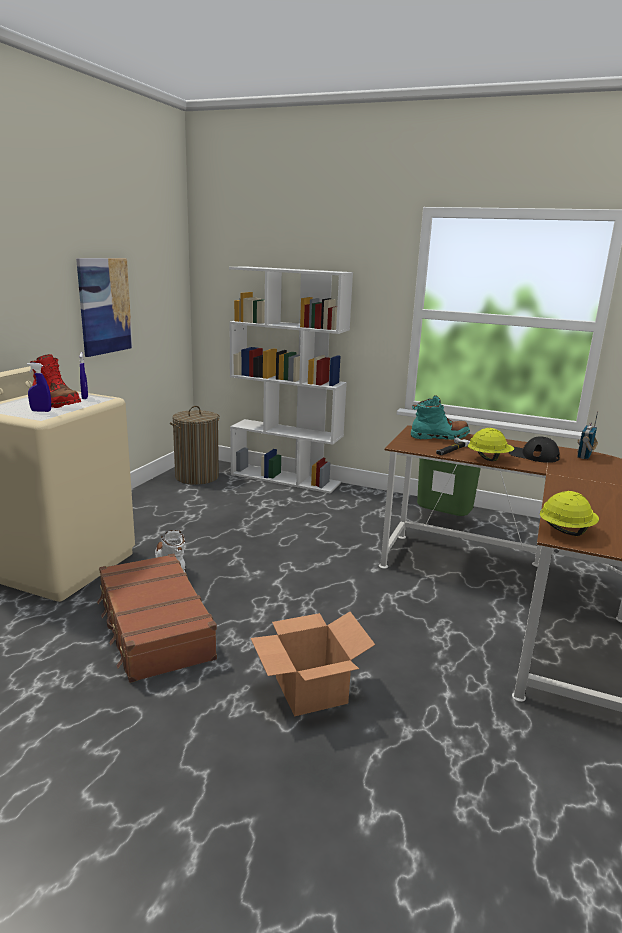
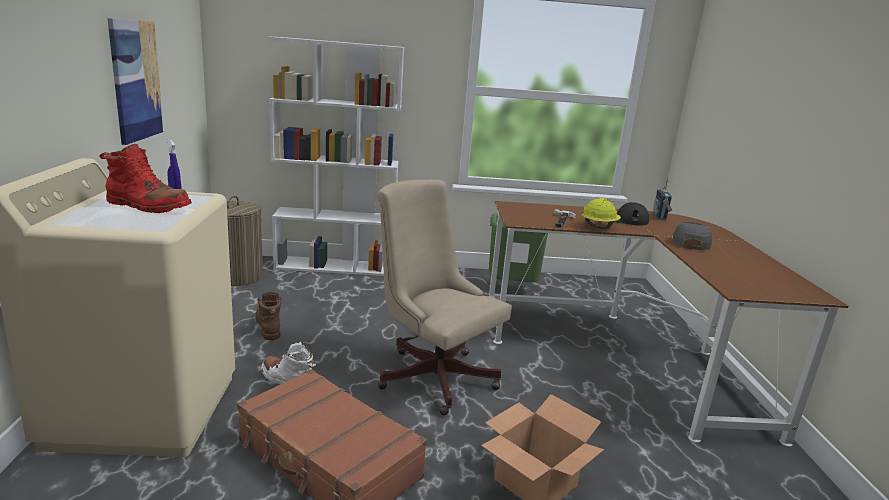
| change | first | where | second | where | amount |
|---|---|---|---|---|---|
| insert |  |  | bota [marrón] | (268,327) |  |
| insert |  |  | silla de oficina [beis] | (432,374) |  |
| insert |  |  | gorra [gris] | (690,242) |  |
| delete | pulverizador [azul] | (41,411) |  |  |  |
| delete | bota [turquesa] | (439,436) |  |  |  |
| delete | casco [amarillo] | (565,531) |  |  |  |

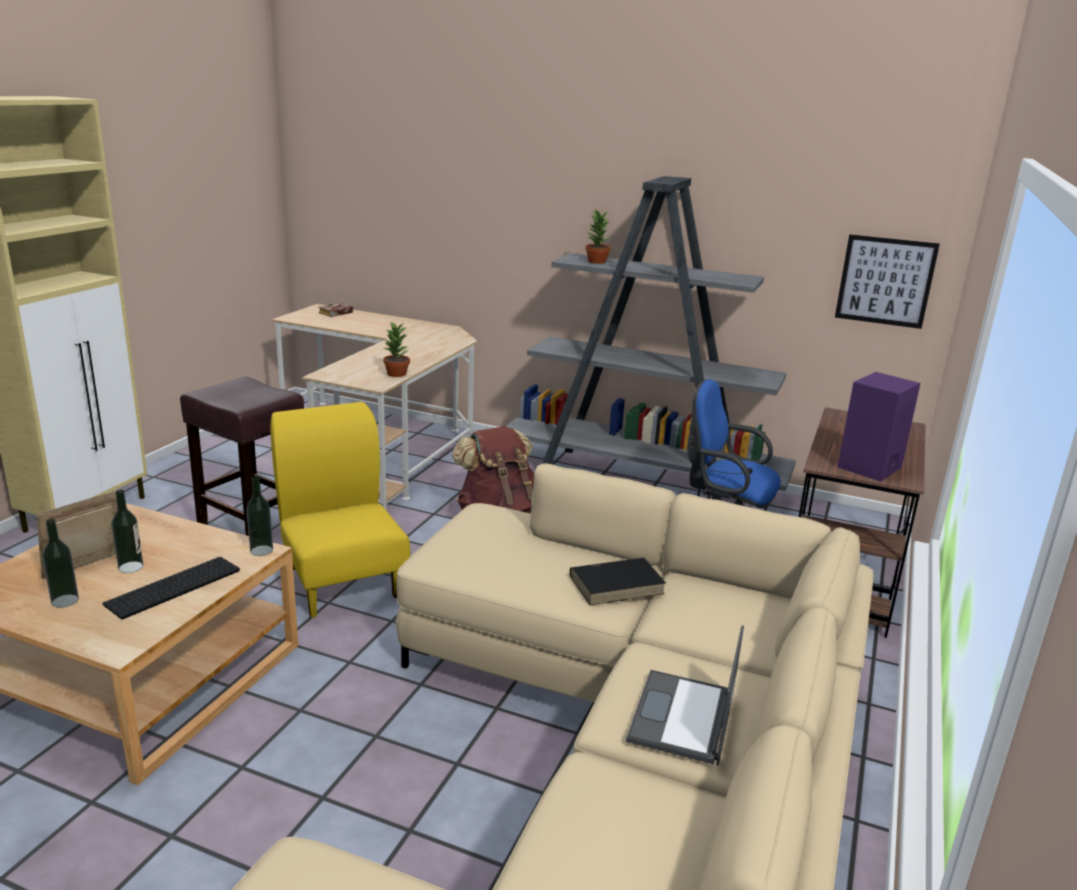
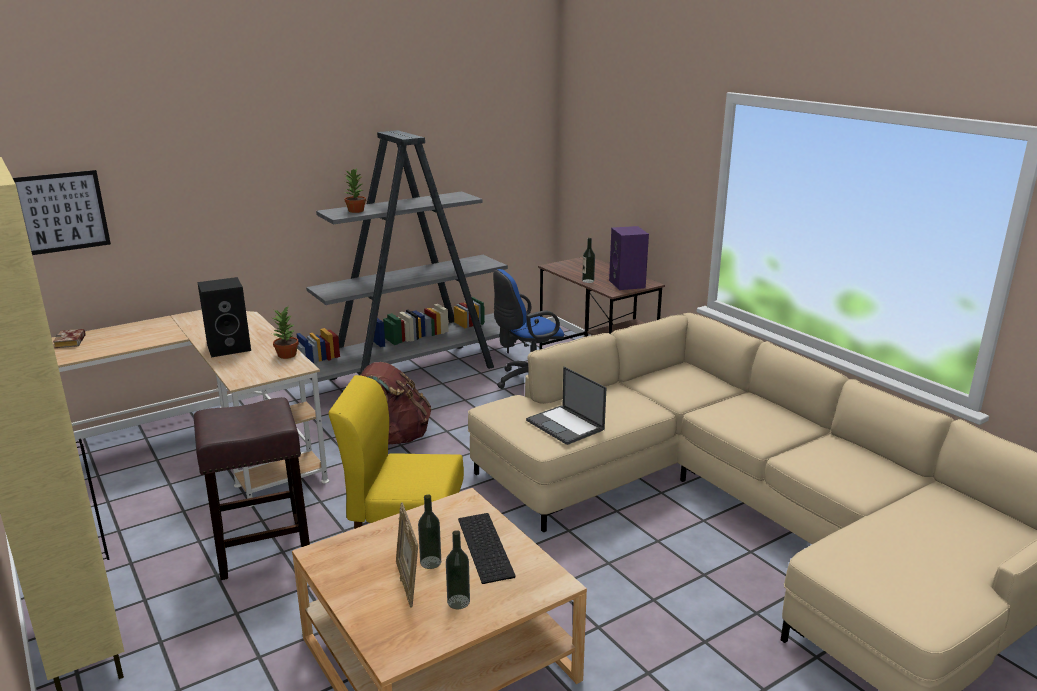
| change | first | where | second | where | amount |
|---|---|---|---|---|---|
| move | cuadro | (885,281) |  | (61,212) |  |
| insert |  |  | altavoz [negro] | (230,347) |  |
| move | portátil | (682,718) |  | (566,425) |  |
| move | botella | (261,550) |  | (588,281) |  |
| delete | libro [negro] | (617,585) |  |  |  |

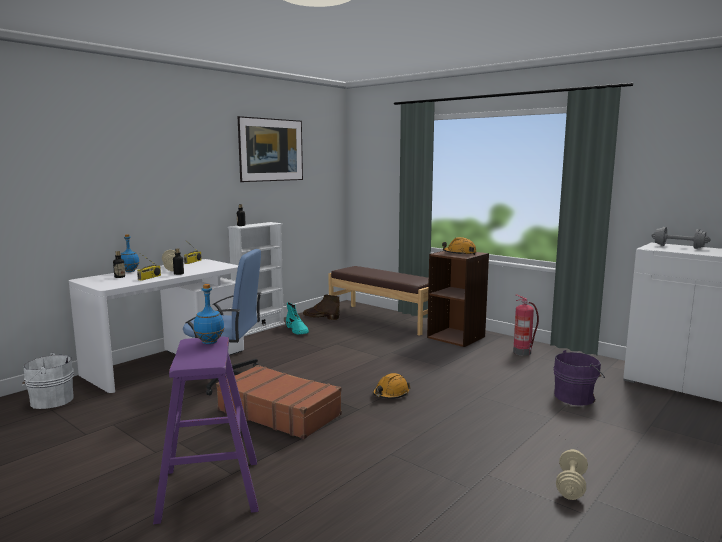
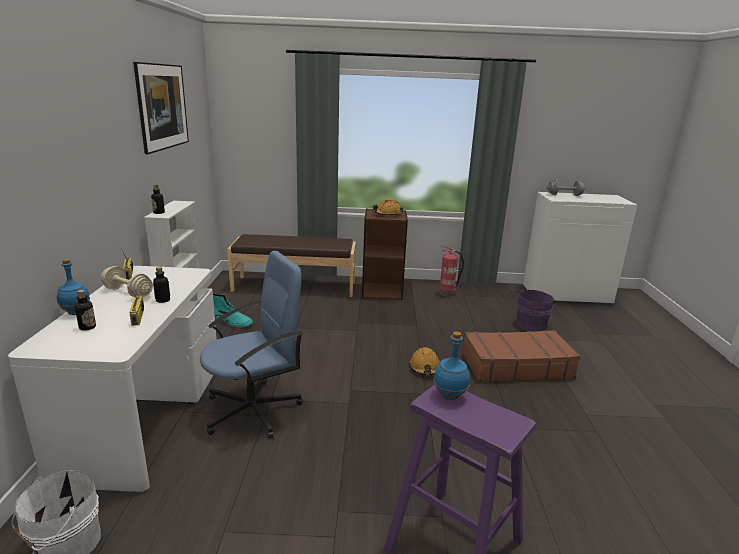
| change | first | where | second | where | amount |
|---|---|---|---|---|---|
| move | maleta [marrón] | (279,412) |  | (516,365) |  |
| delete | bota [marrón] | (320,317) |  |  |  |
| delete | mancuerna [beis] | (571,485) |  |  |  |

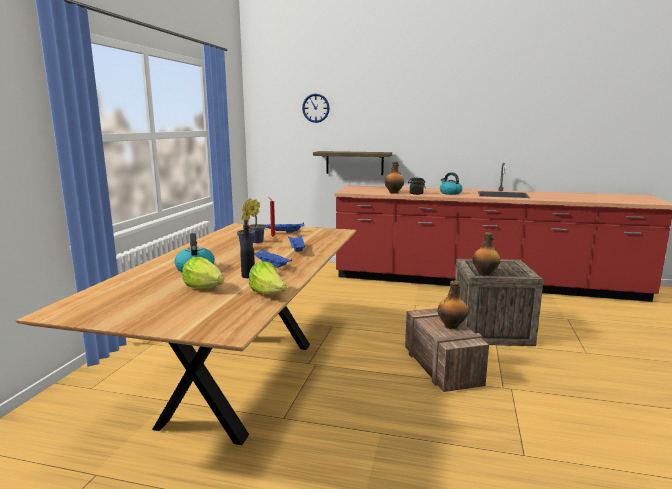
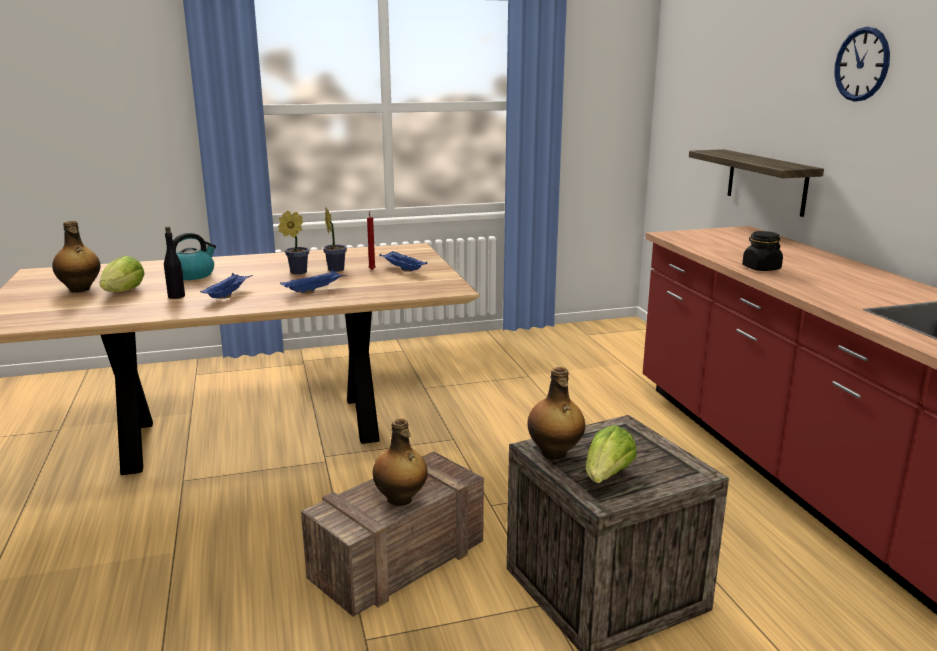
| change | first | where | second | where | amount |
|---|---|---|---|---|---|
| move | botella | (394,192) |  | (80,289) |  |
| move | lechuga | (268,294) |  | (607,477) |  |
| move | reloj de pared | (315,108) |  | (862,64) |  |
| delete | hervidor | (450,193) |  |  |  |

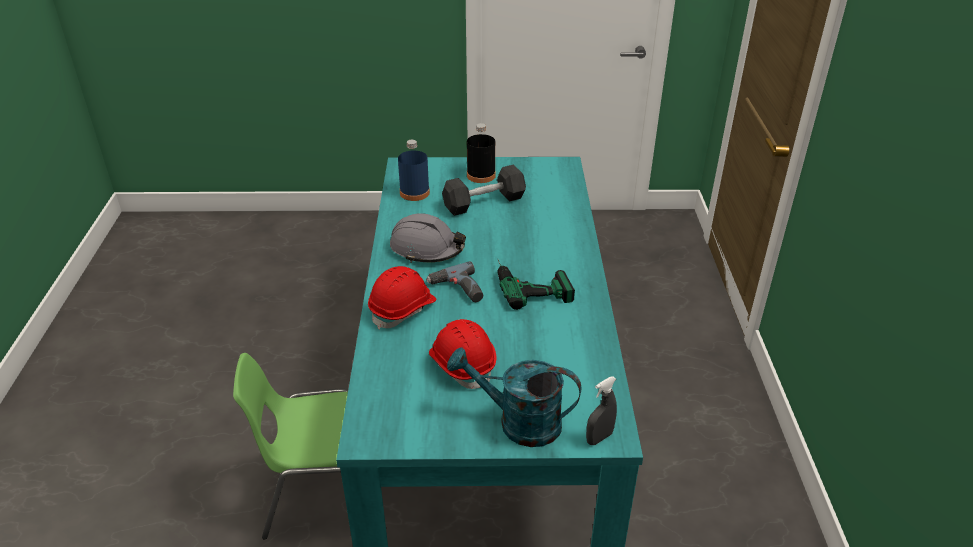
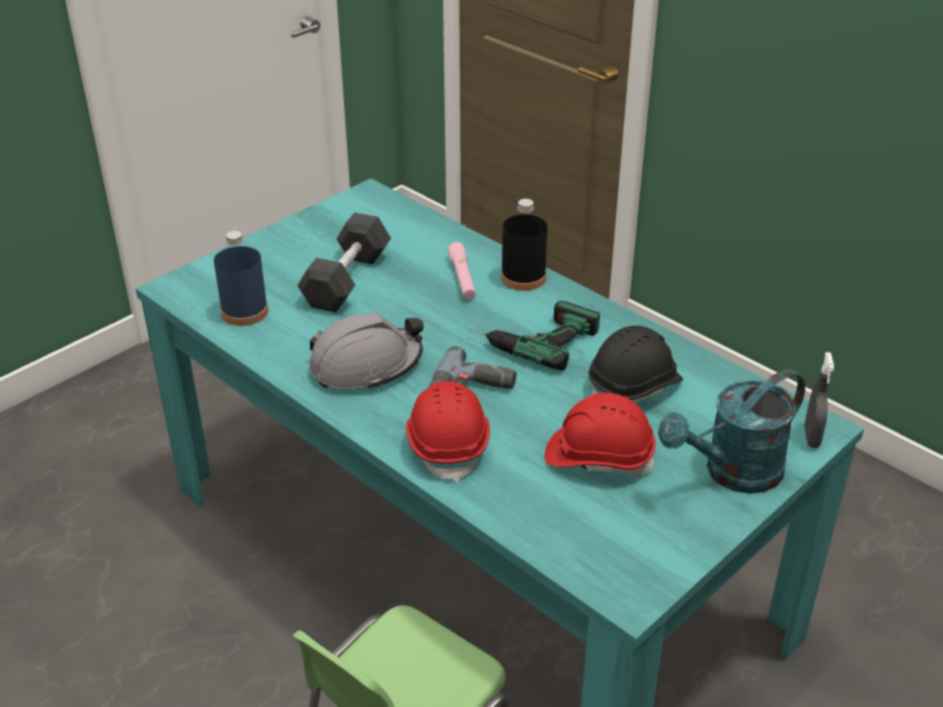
| change | first | where | second | where | amount |
|---|---|---|---|---|---|
| insert |  |  | linterna [rosa] | (462,278) |  |
| move | botella [negro] | (481,175) |  | (523,278) |  |
| insert |  |  | casco [negro] | (635,387) |  |

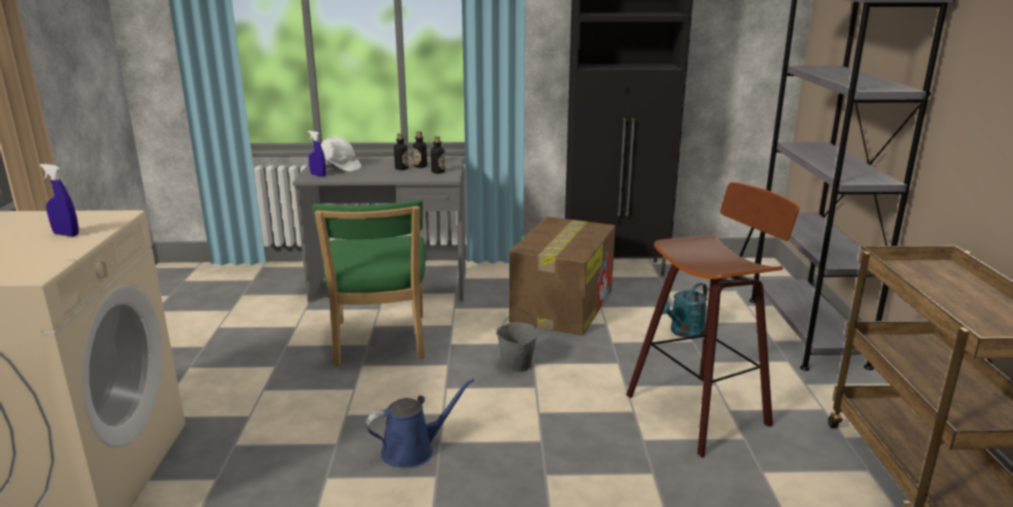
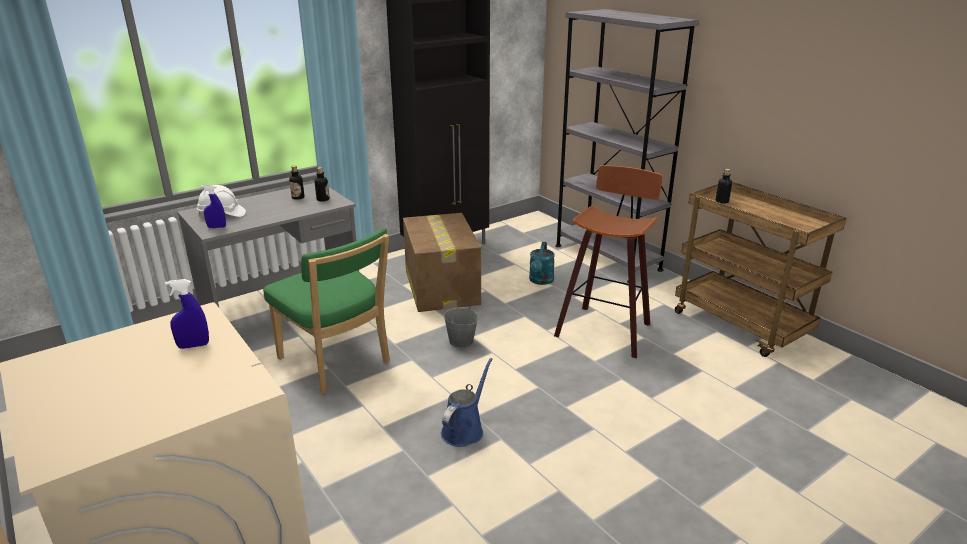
| change | first | where | second | where | amount |
|---|---|---|---|---|---|
| move | botella | (401,168) |  | (722,201) |  |

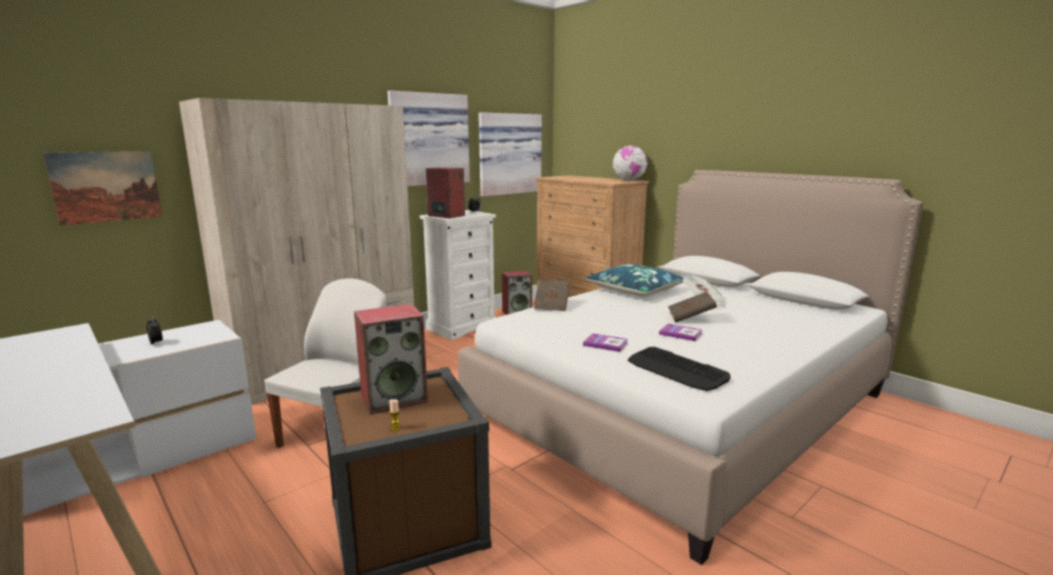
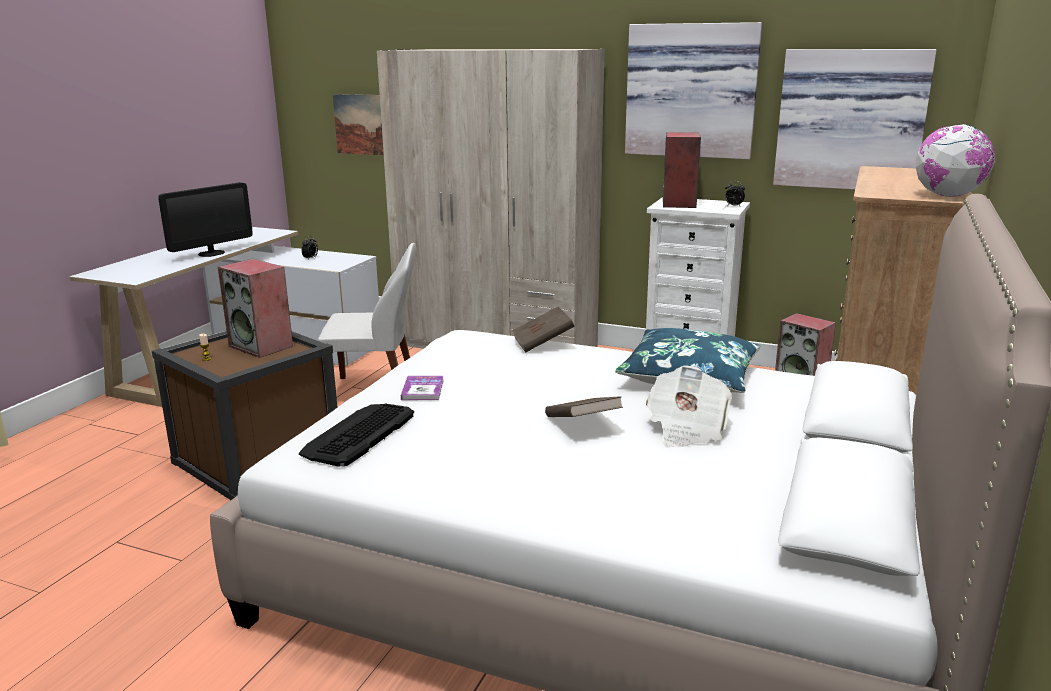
| change | first | where | second | where | amount |
|---|---|---|---|---|---|
| insert |  |  | monitor | (211,253) |  |
| delete | libro | (680,333) |  |  |  |

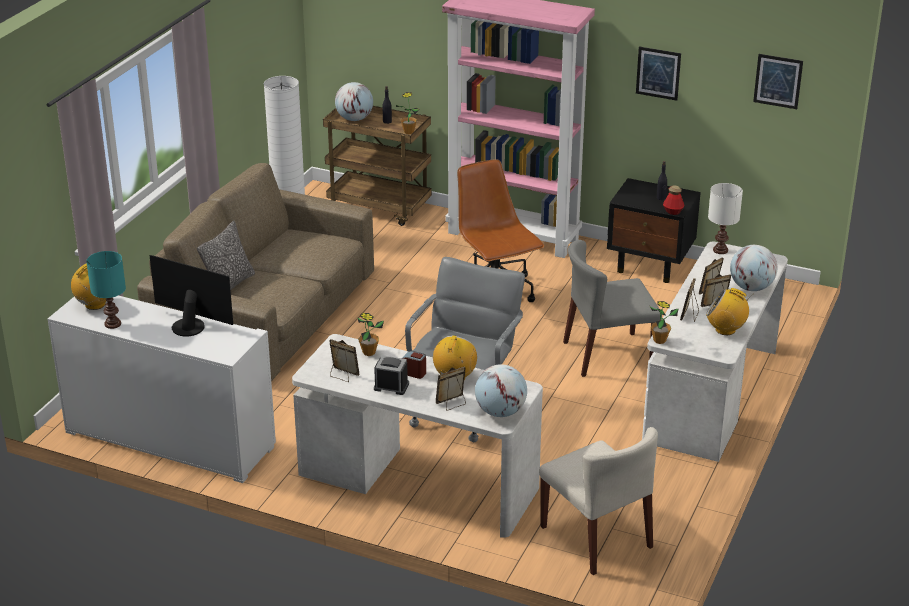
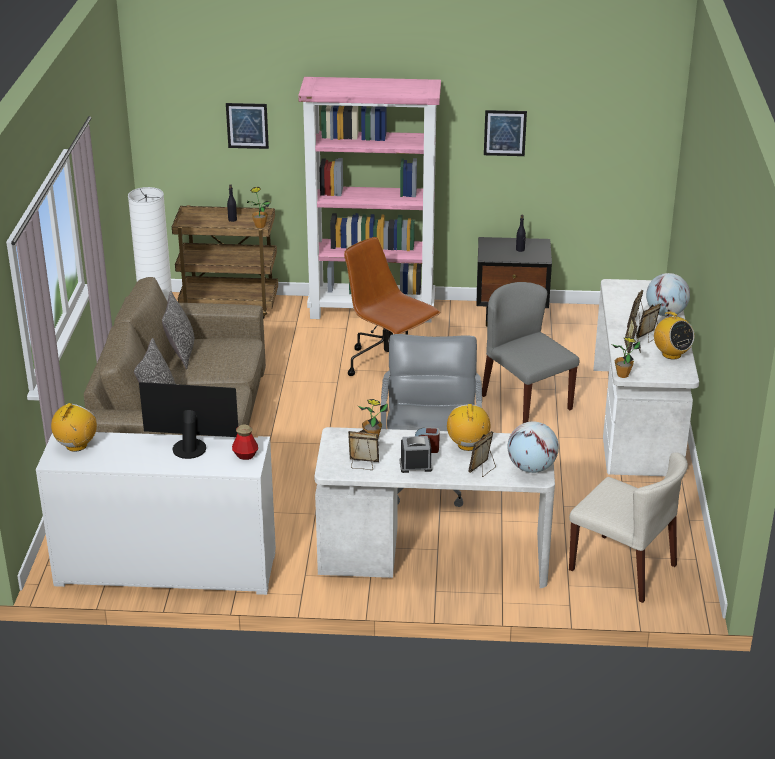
| change | first | where | second | where | amount |
|---|---|---|---|---|---|
| insert |  |  | cojín | (181,353) |  |
| move | cuadro | (778,81) |  | (247,125) |  |
| move | botella | (673,212) |  | (245,455) |  |
| rotate | silla [gris] | (607,354) |  | (525,402) | 90 degrees clockwise |
| rotate | radio | (726,329) |  | (671,354) | 120 degrees counterclockwise |
| delete | lámpara de mesa [turquesa] | (113,324) |  |  |  |
| delete | globo terráqueo | (354,119) |  |  |  |
| delete | lámpara de mesa [blanco] | (721,250) |  |  |  |

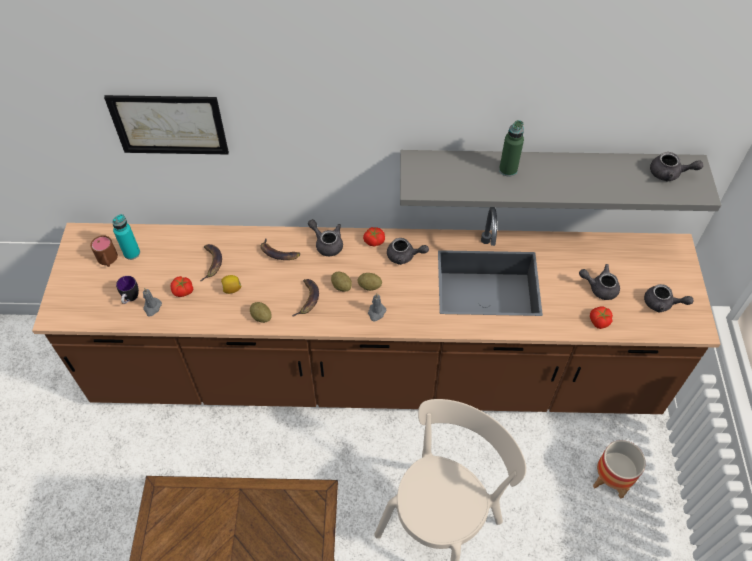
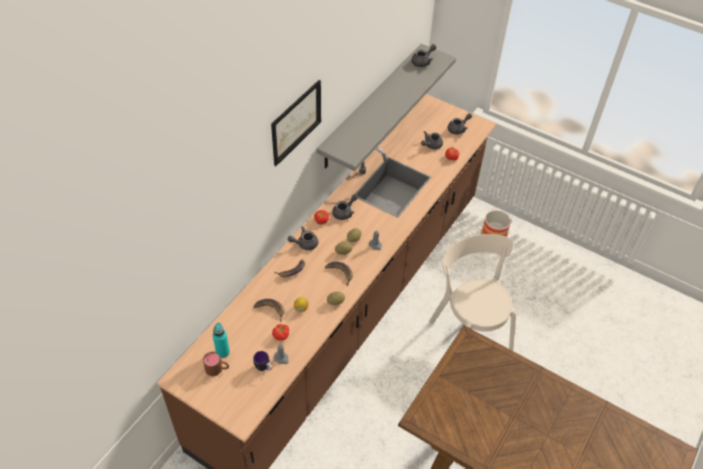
| change | first | where | second | where | amount |
|---|---|---|---|---|---|
| move | cuadro | (169,124) |  | (296,122) |  |
| delete | botella [verde] | (508,170) |  |  |  |

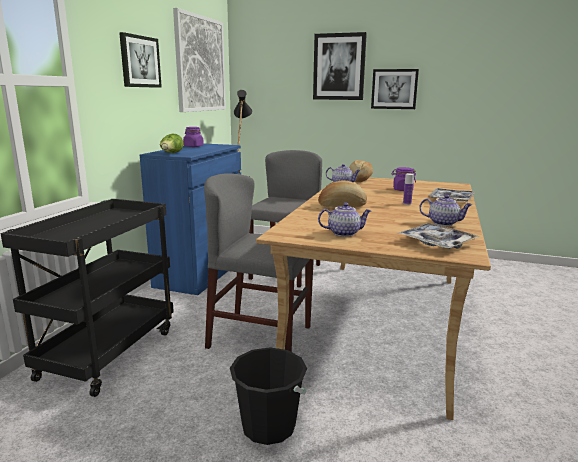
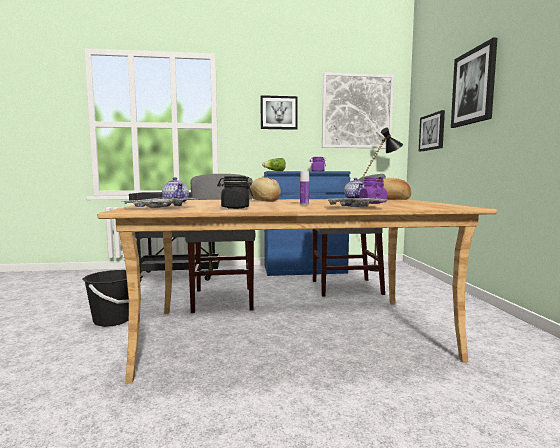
| change | first | where | second | where | amount |
|---|---|---|---|---|---|
| replace | tetera | (443,223) | tarro [negro] | (235,208) |  |
| move | cuadro | (394,89) |  | (432,132) |  |

